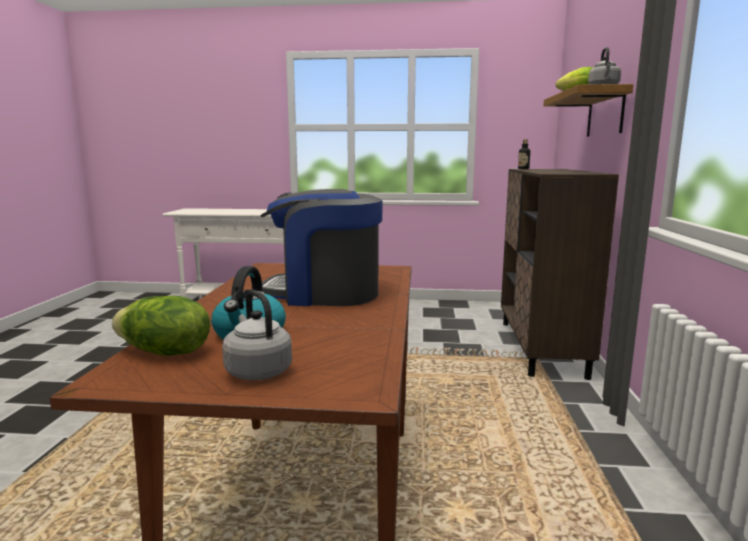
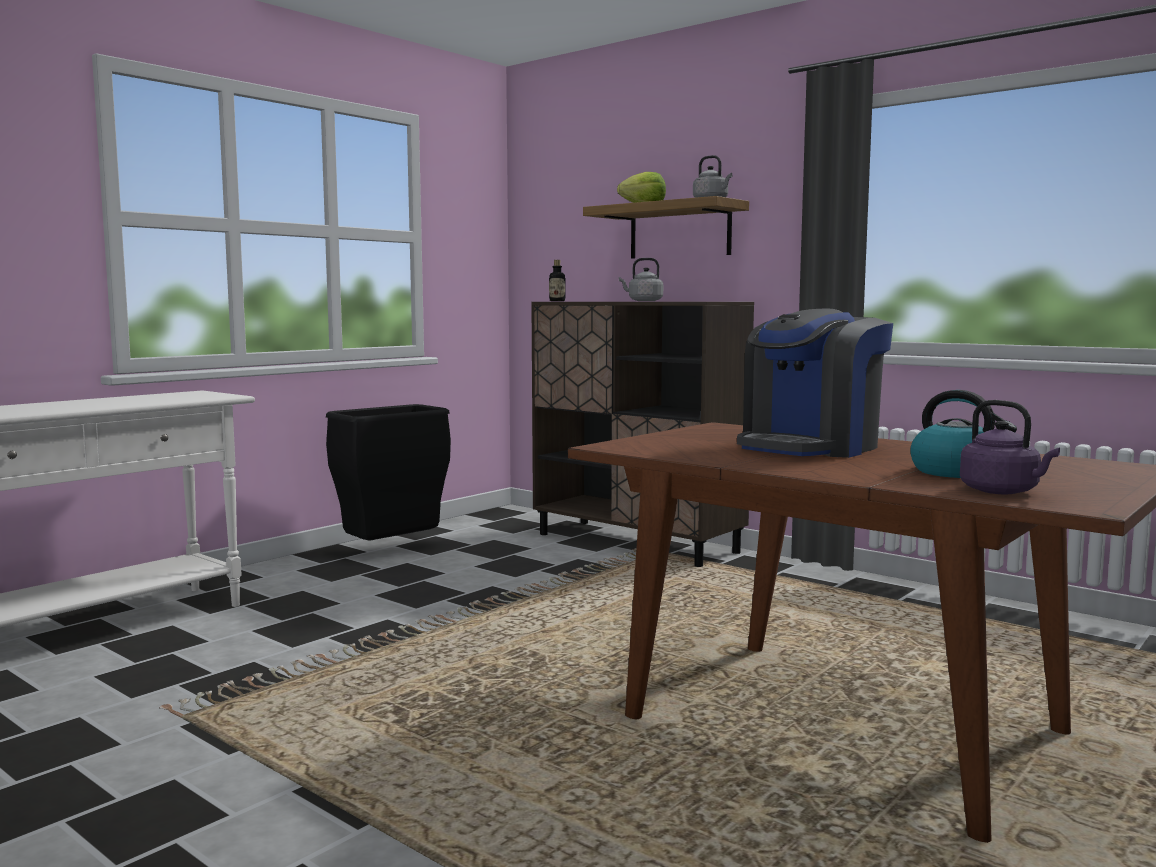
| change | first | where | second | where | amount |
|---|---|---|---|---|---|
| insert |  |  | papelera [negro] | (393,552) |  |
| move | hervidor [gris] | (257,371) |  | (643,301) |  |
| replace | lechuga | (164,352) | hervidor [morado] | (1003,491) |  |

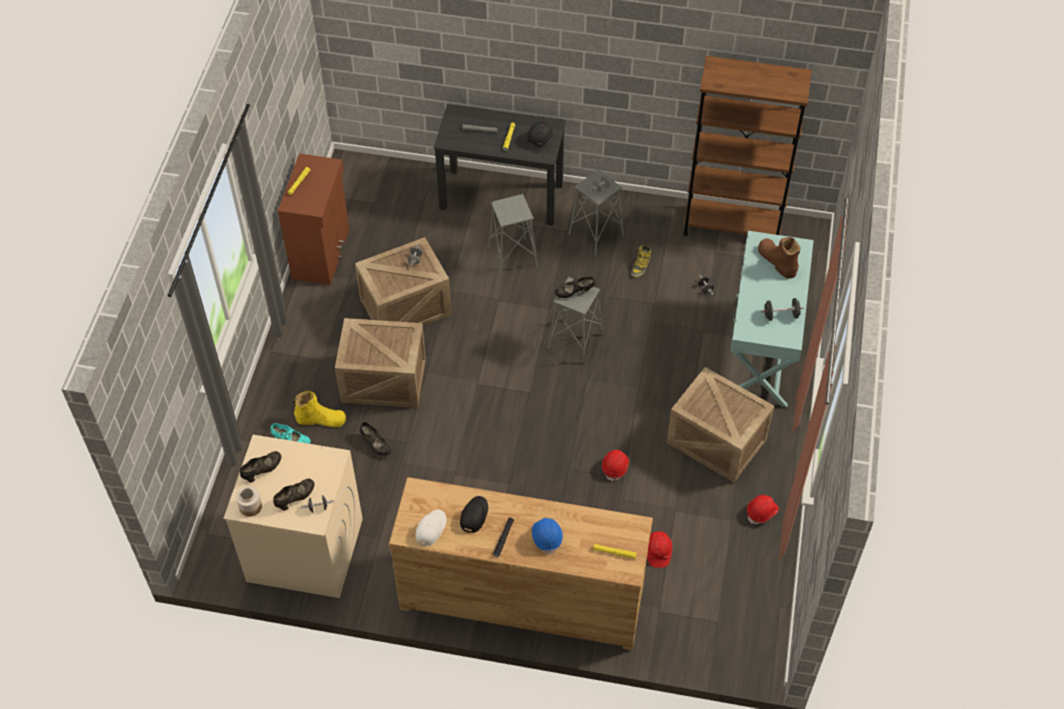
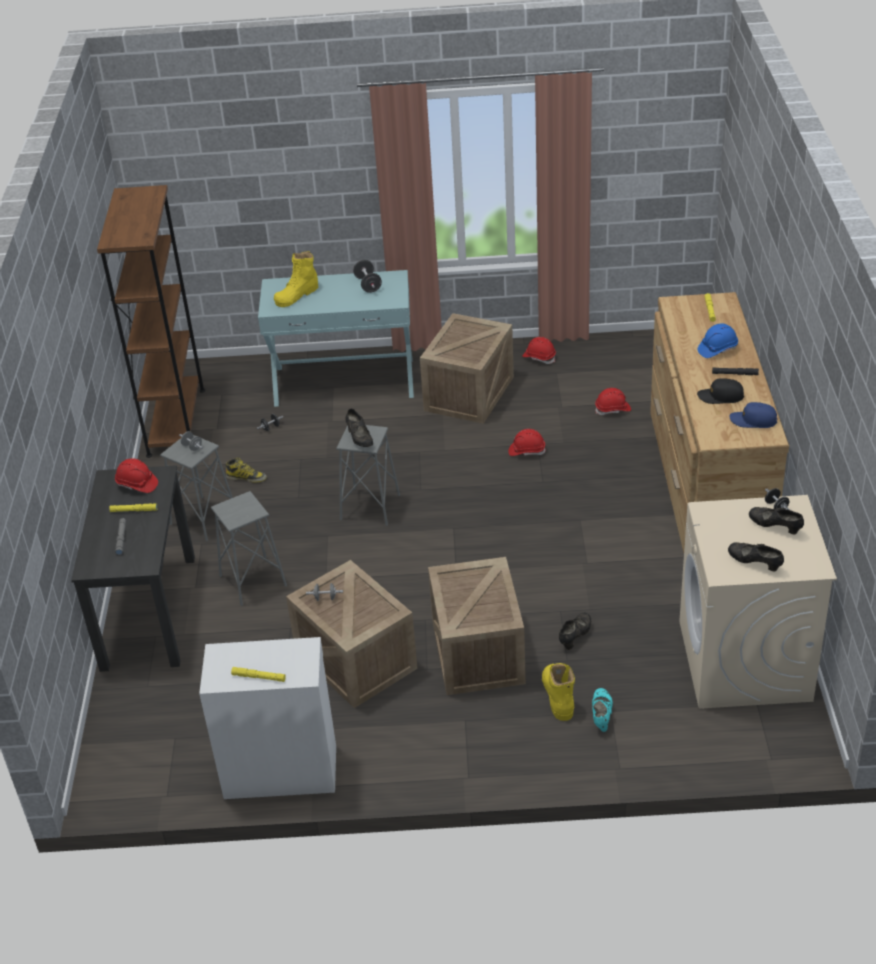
| change | first | where | second | where | amount |
|---|---|---|---|---|---|
| recolor | casco [negro] | (539,141) | casco [rojo] | (137,484) |  |
| recolor | armario [marrón] | (322,253) | armario [blanco] | (280,770) |  |
| recolor | bota [marrón] | (777,261) | bota [amarillo] | (297,295) |  |
| recolor | gorra [blanco] | (431,528) | gorra [azul] | (753,420) |  |
| delete | tarro | (250,507) |  |  |  |

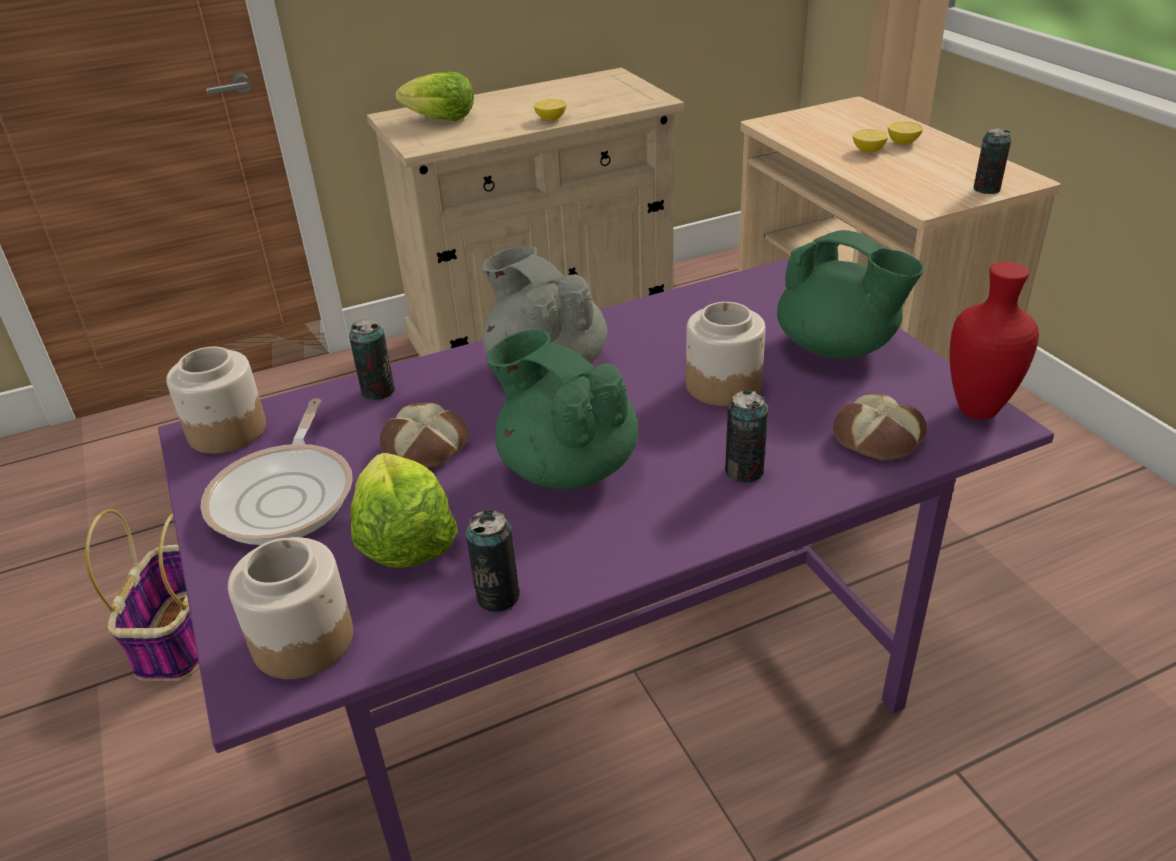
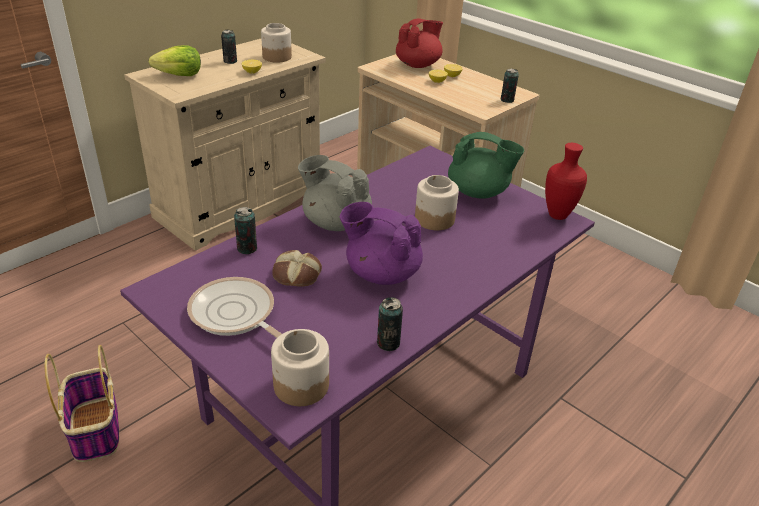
| change | first | where | second | where | amount |
|---|---|---|---|---|---|
| rotate | sartén | (286,496) |  | (235,315) | 150 degrees clockwise |
| move | lata | (744,471) |  | (230,61) |  |
| move | tarro | (226,431) |  | (276,57) |  |
| recolor | tetera [verde] | (567,466) | tetera [morado] | (381,273) |  |
| insert |  |  | tetera [rojo] | (418,65) |  |
| delete | lechuga | (404,539) |  |  |  |
| delete | pan | (879,438) |  |  |  |

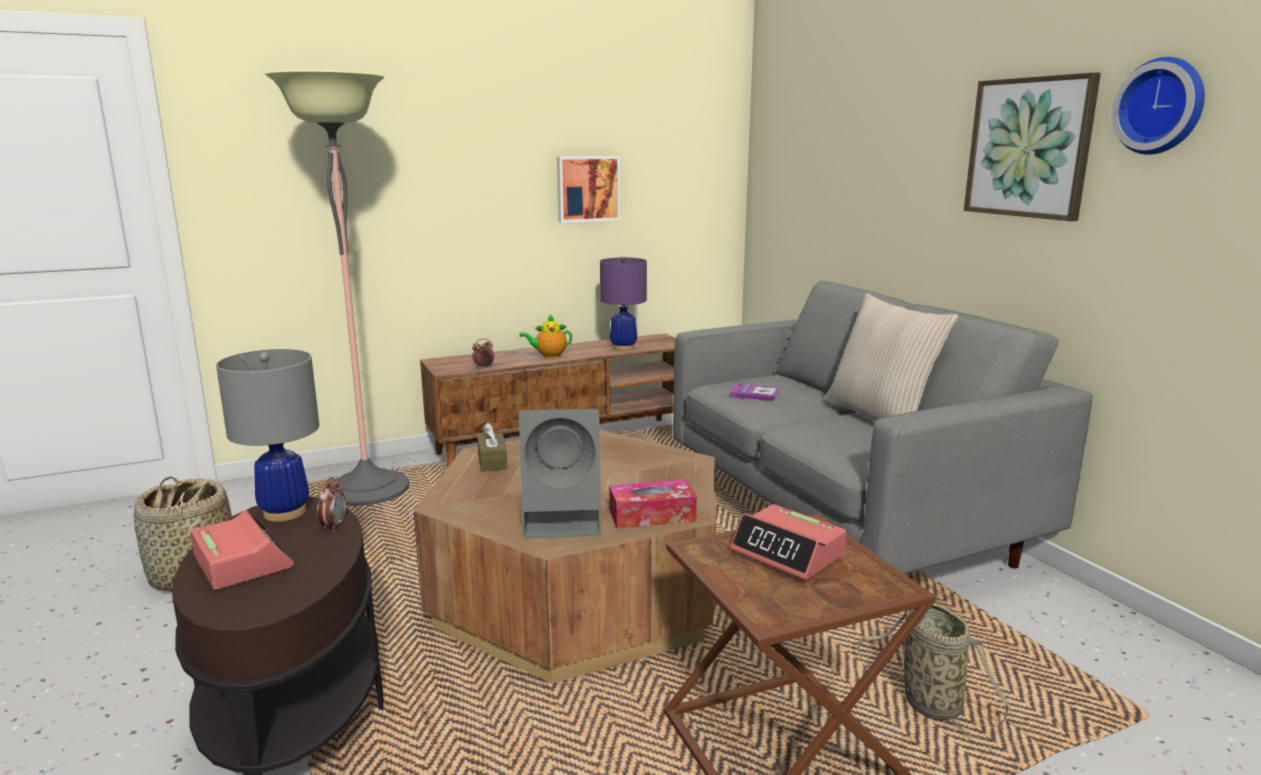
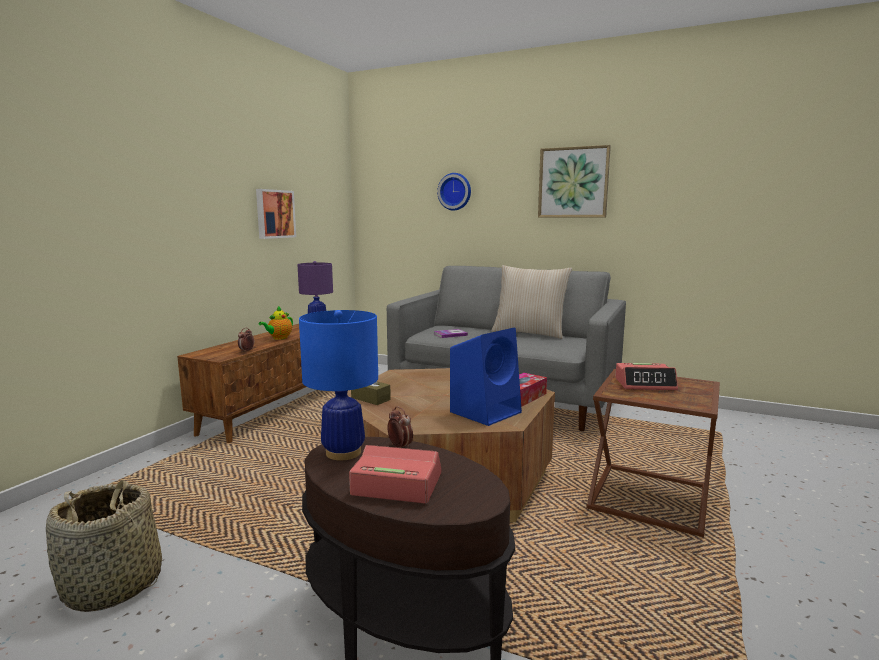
| change | first | where | second | where | amount |
|---|---|---|---|---|---|
| recolor | lámpara de mesa [gris] | (285,512) | lámpara de mesa [azul] | (343,452) |  |
| move | reloj de pared | (1161,106) |  | (455,191) |  |
| recolor | altavoz [gris] | (565,520) | altavoz [azul] | (486,411) |  |
| delete | lámpara de pie | (367,490) |  |  |  |
| delete | cesta | (927,702) |  |  |  |

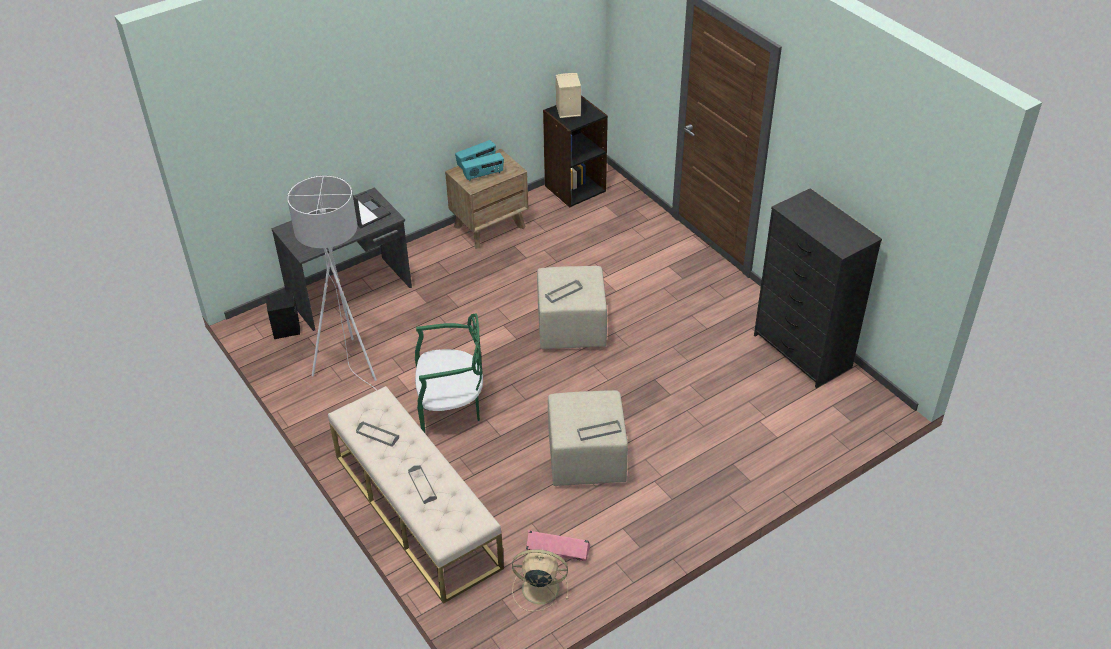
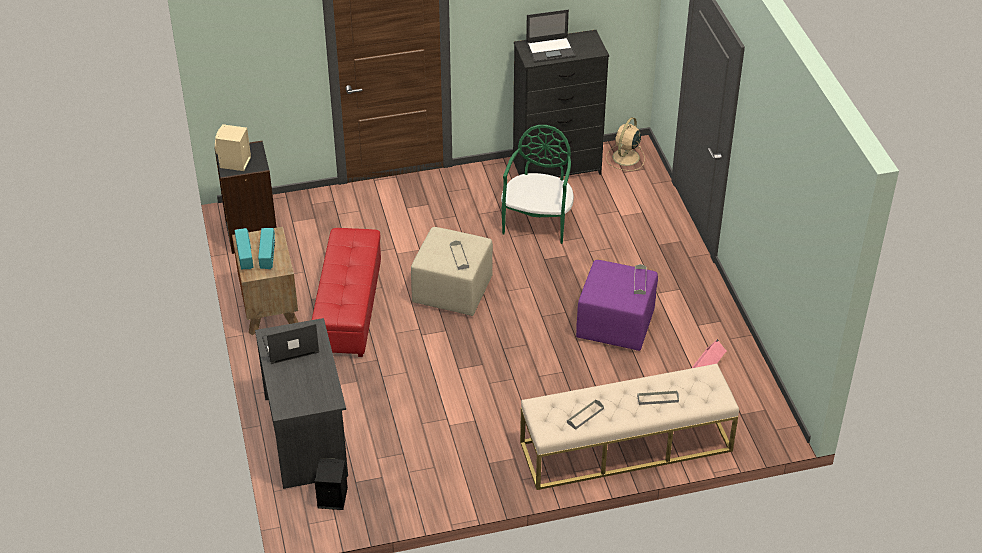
| change | first | where | second | where | amount |
|---|---|---|---|---|---|
| insert |  |  | puf [rojo] | (348,308) |  |
| move | silla [verde] | (451,408) |  | (538,222) |  |
| insert |  |  | portátil | (551,50) |  |
| recolor | puf [beis] | (586,458) | puf [morado] | (614,325) |  |
| move | ventilador [beis] | (538,588) |  | (625,158) |  |
| delete | lámpara de pie [blanco] | (351,367) |  |  |  |

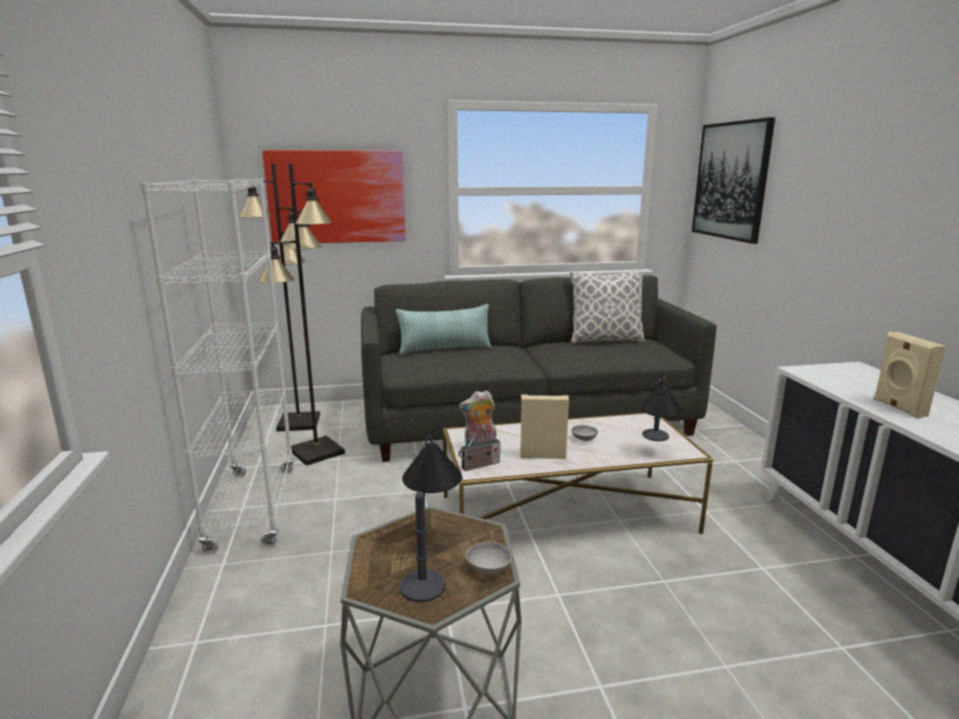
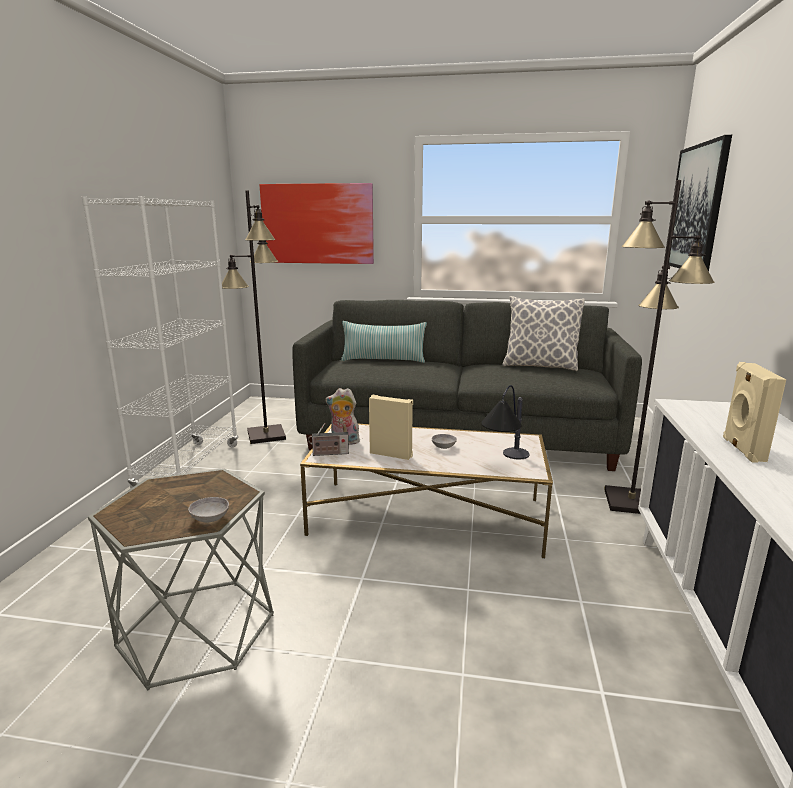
| change | first | where | second | where | amount |
|---|---|---|---|---|---|
| move | lámpara de pie [negro] | (298,422) |  | (630,501) |  |
| delete | lámpara de mesa | (429,557) |  |  |  |

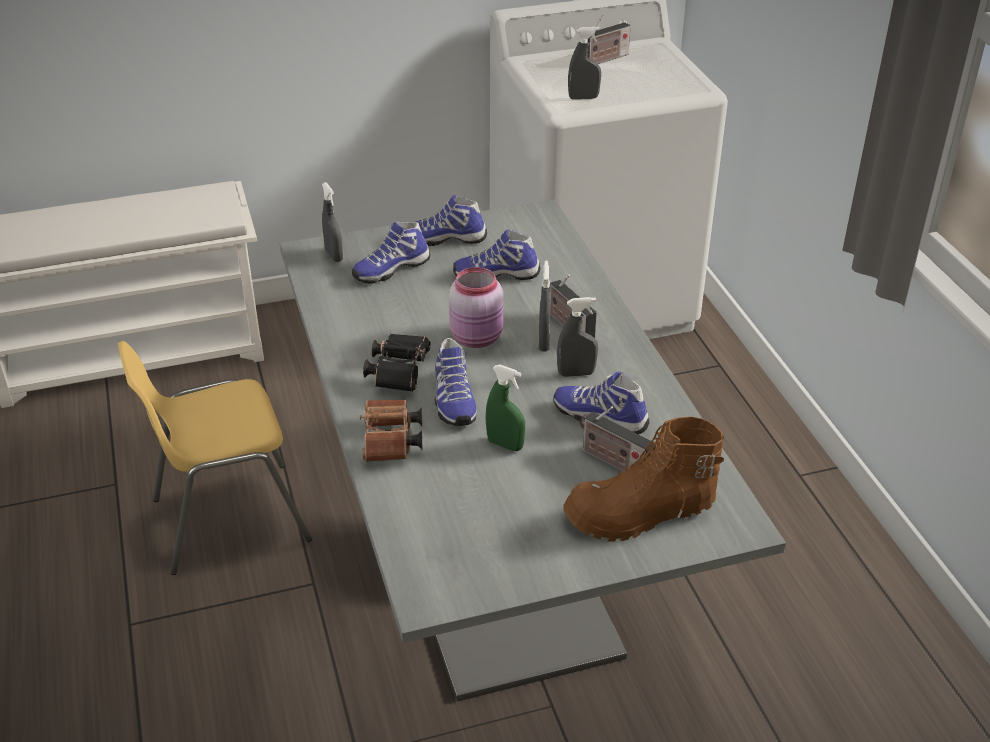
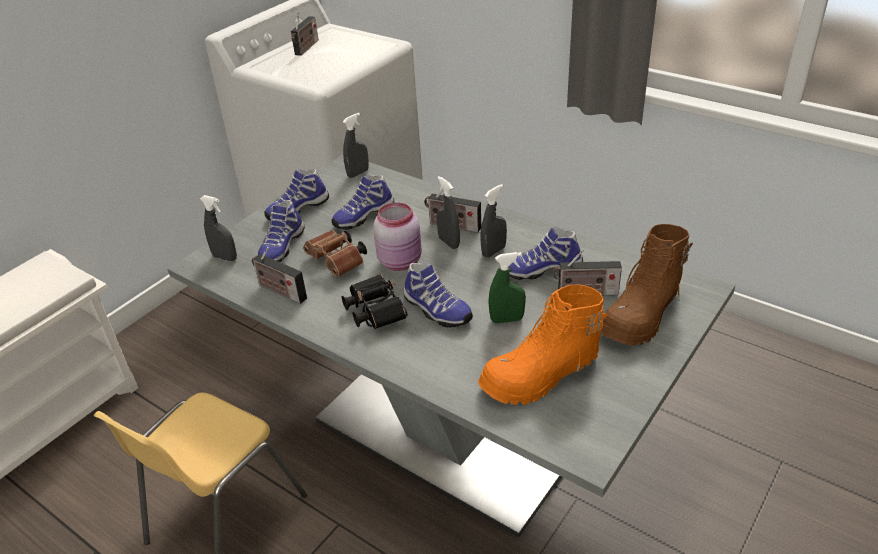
| change | first | where | second | where | amount |
|---|---|---|---|---|---|
| insert |  |  | radio | (280,291) |  |
| move | prismáticos [marrón] | (391,443) |  | (338,262) |  |
| move | pulverizador [gris] | (583,98) |  | (358,173) |  |
| insert |  |  | bota [naranja] | (541,376) |  |

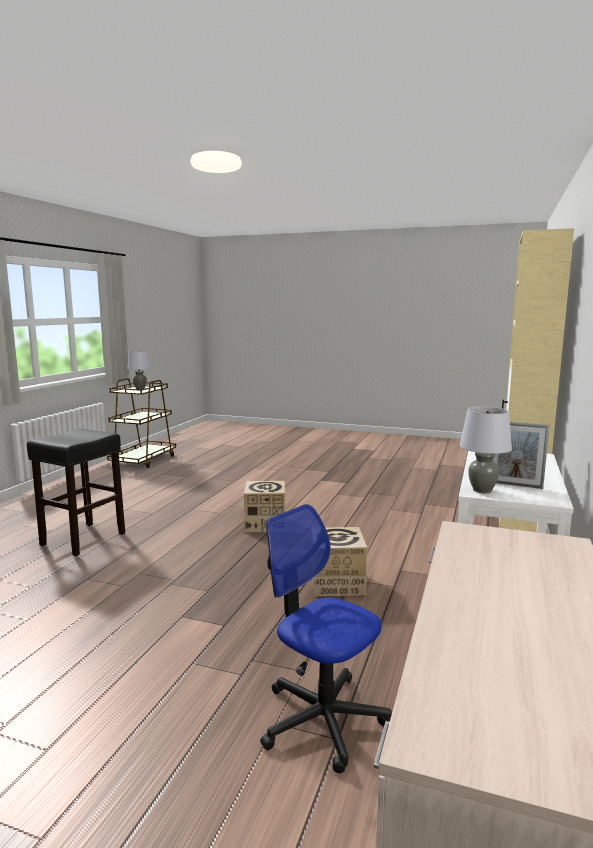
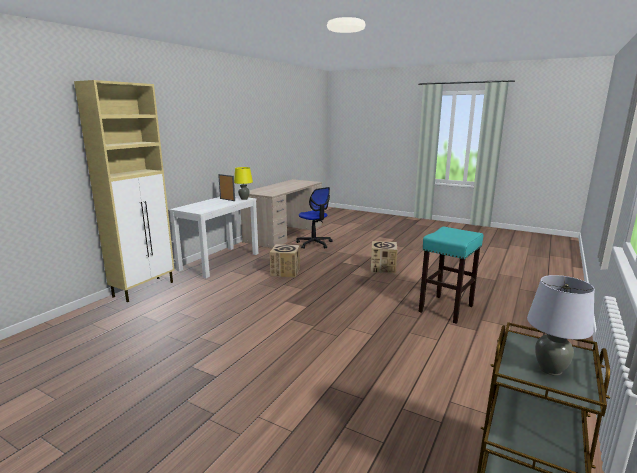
| change | first | where | second | where | amount |
|---|---|---|---|---|---|
| recolor | lámpara de mesa [gris] | (482,490) | lámpara de mesa [amarillo] | (244,199) |  |
| move | caja de cartón | (265,524) |  | (383,268) |  |
| recolor | taburete [negro] | (82,539) | taburete [turquesa] | (446,308) |  |

